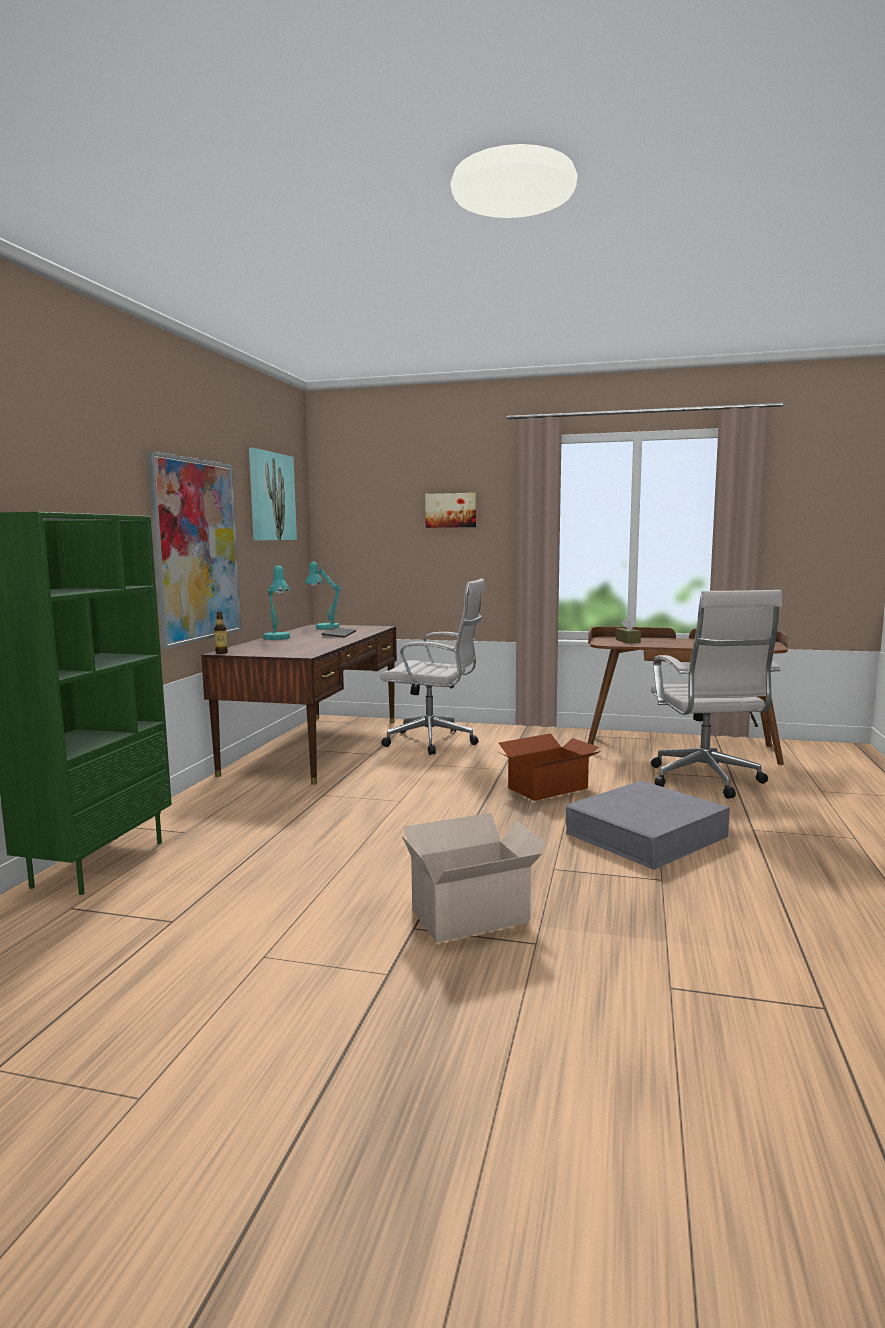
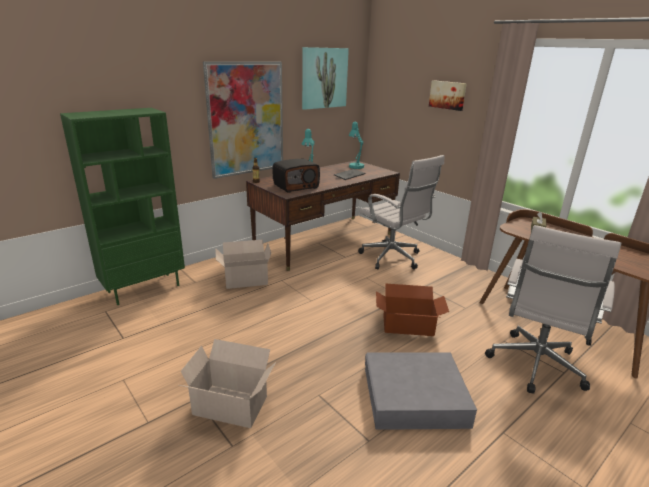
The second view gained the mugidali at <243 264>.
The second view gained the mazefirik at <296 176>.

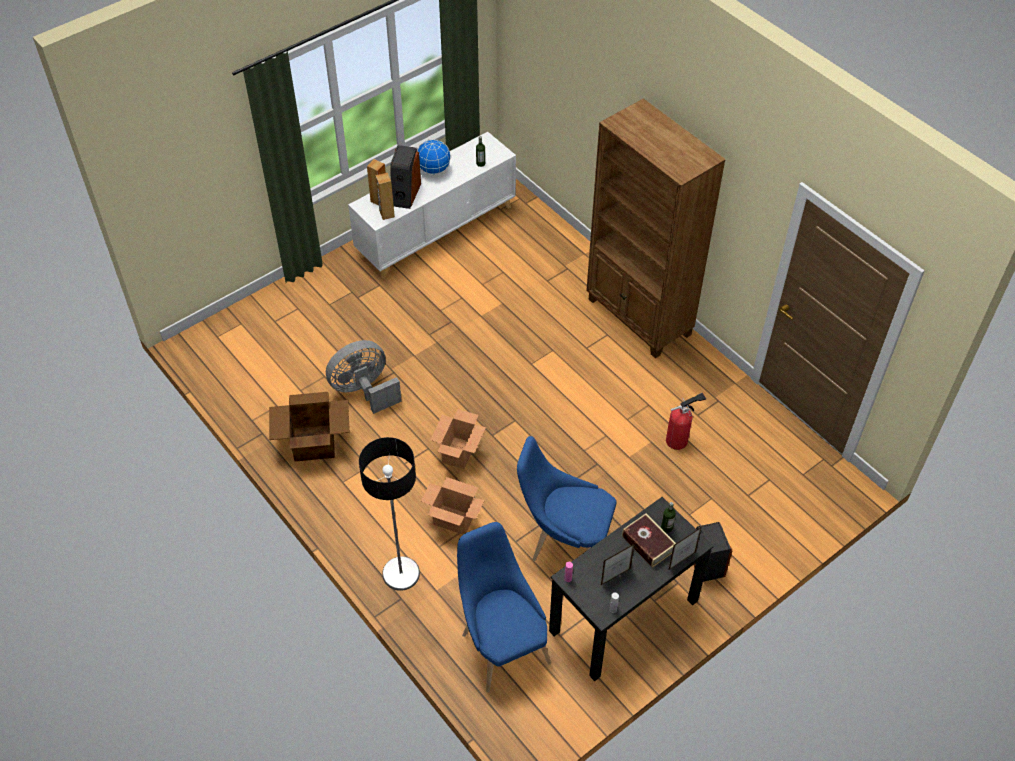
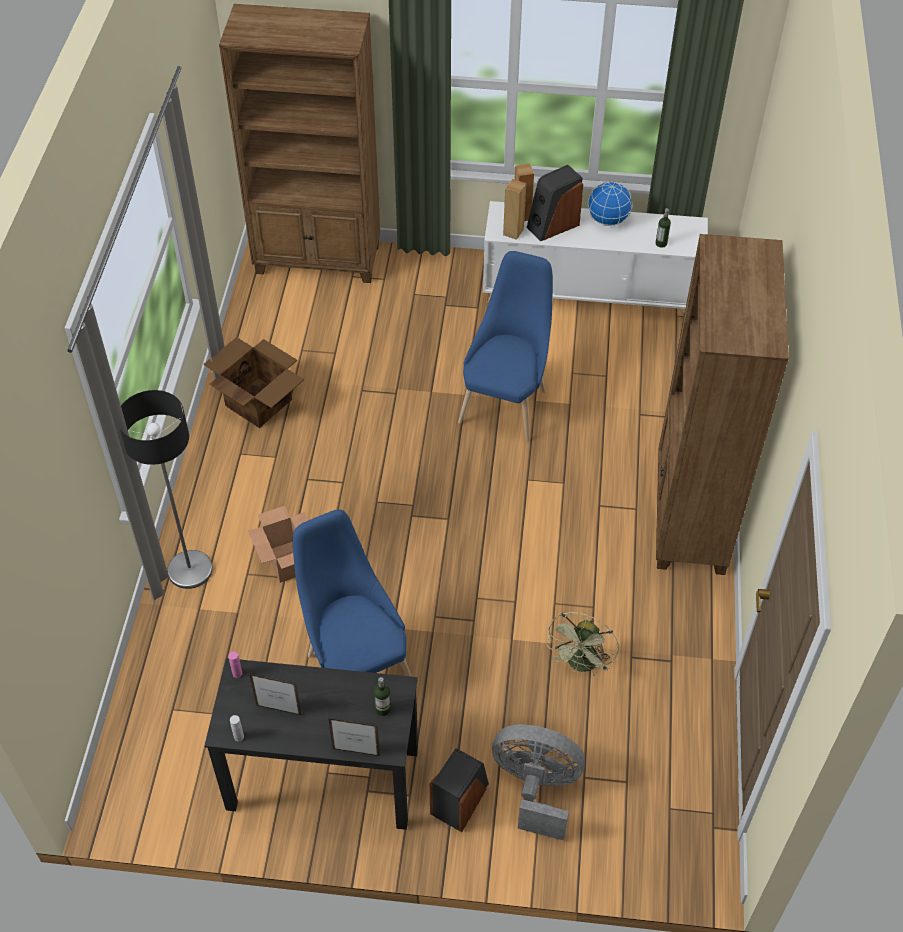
The second view lost the mugidali at <458 439>.
The second view lost the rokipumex at <649 541>.
The second view gained the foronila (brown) at <299 143>.
The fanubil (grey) ended up elsewhere, having gone from <364 377> to <538 783>.
The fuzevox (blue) ended up elsewhere, having gone from <504 607> to <505 346>.
Where the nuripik stood at <686 421>, the fanubil (green) came to stand at <582 643>.

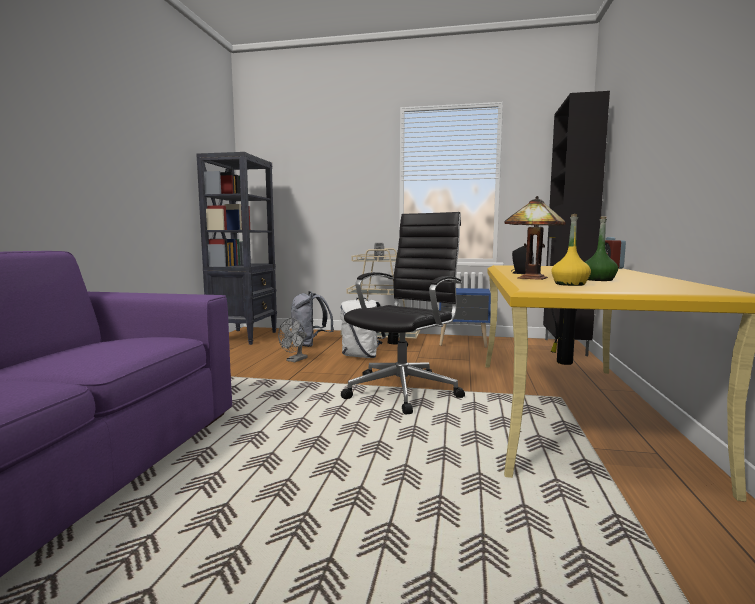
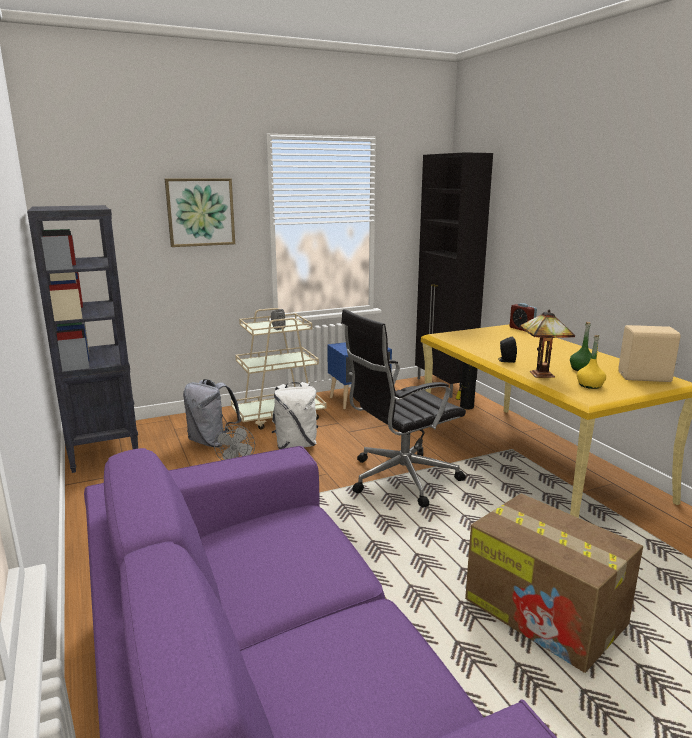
The second view gained the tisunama at <200 212>.
The second view gained the mugidali at <554 583>.
The second view gained the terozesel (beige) at <649 353>.
The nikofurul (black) at <403 313> ended up facing another way, 120 degrees counterclockwise from before.

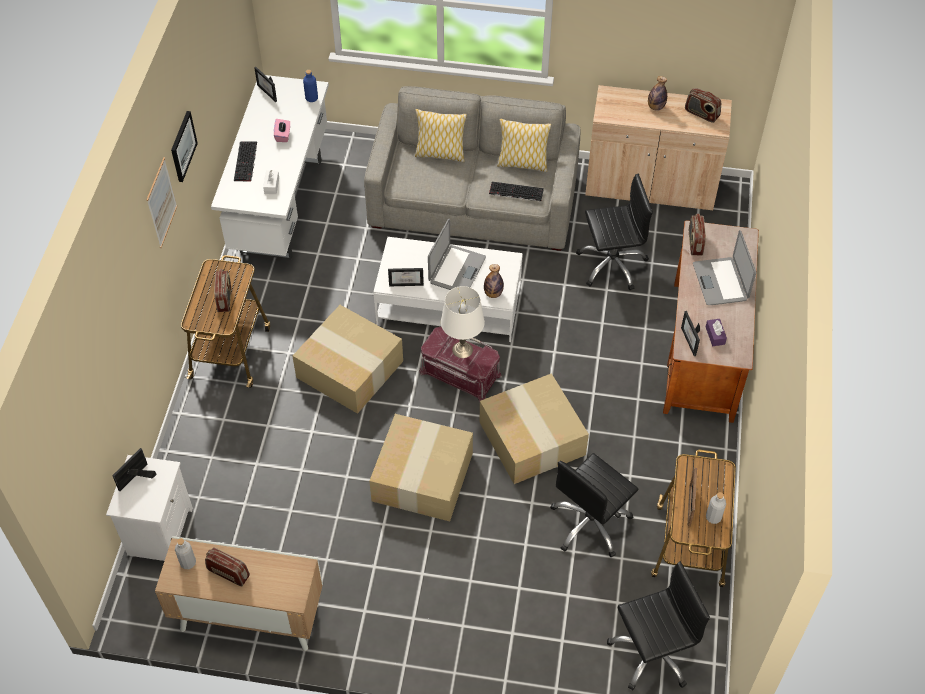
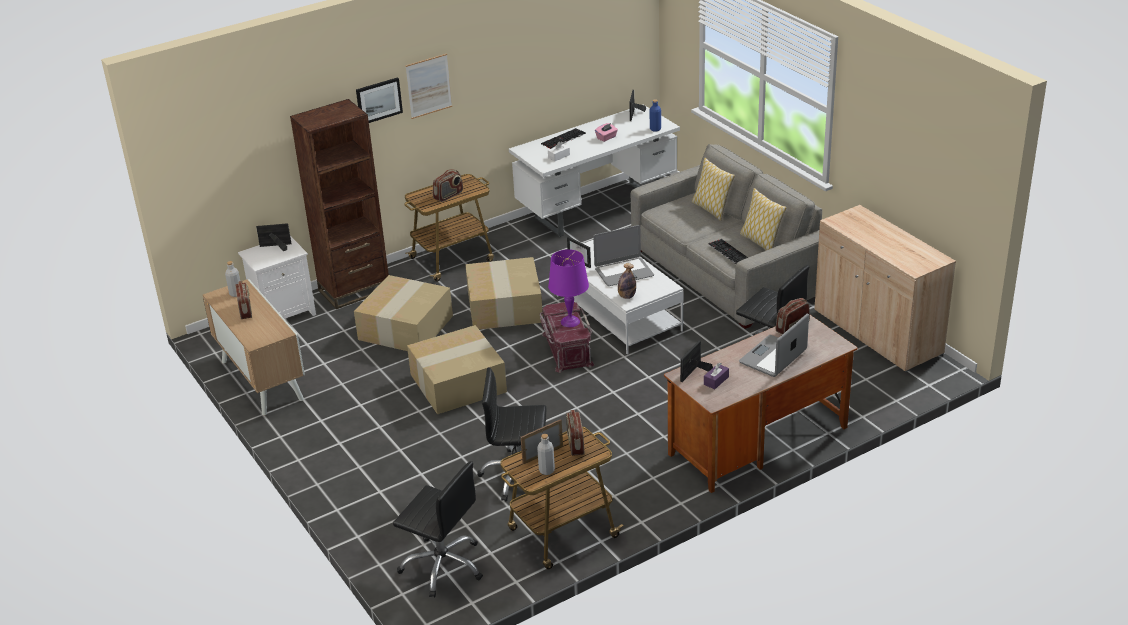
The second view lost the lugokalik at <657 93>.
The second view gained the foronila (brown) at <339 204>.
The tisunama ended up elsewhere, having gone from <184 146> to <379 100>.
The mugidali ended up elsewhere, having gone from <534 428> to <403 313>.
The mazefirik ended up elsewhere, having gone from <703 105> to <575 433>.
What was the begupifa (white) at <463 322> turned into the begupifa (purple) at <568 288>.

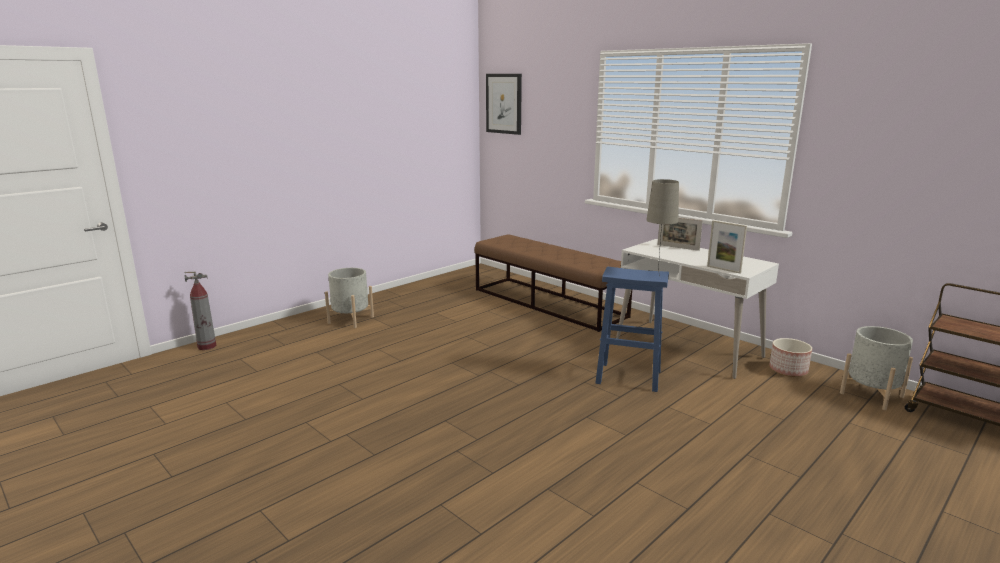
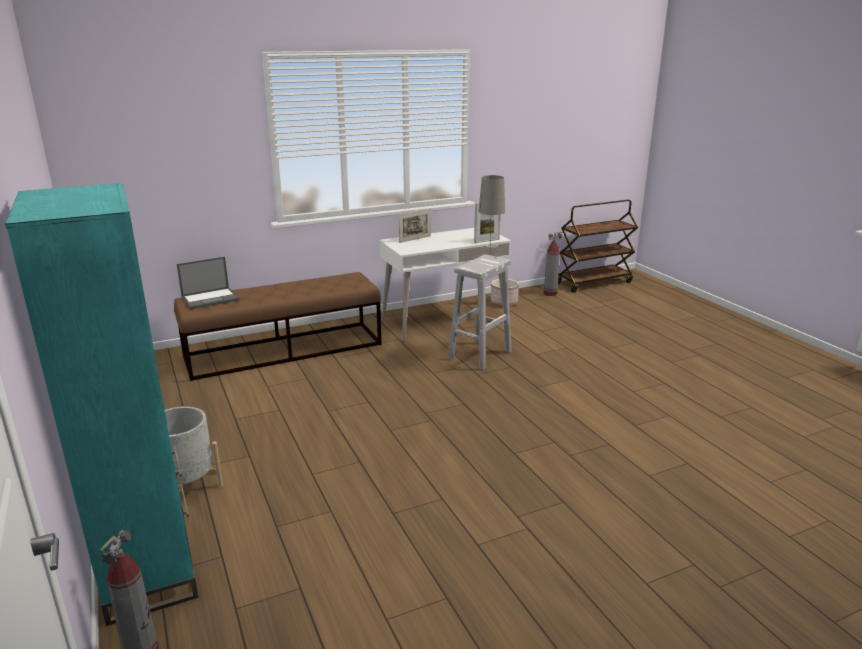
The second view lost the tisunama at <504 104>.
The second view gained the foronila (turquoise) at <101 404>.
The second view gained the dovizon at <208 283>.
Where the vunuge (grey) stood at <876 368>, the nuripik came to stand at <553 264>.
What was the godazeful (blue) at <632 329> turned into the godazeful (white) at <480 312>.

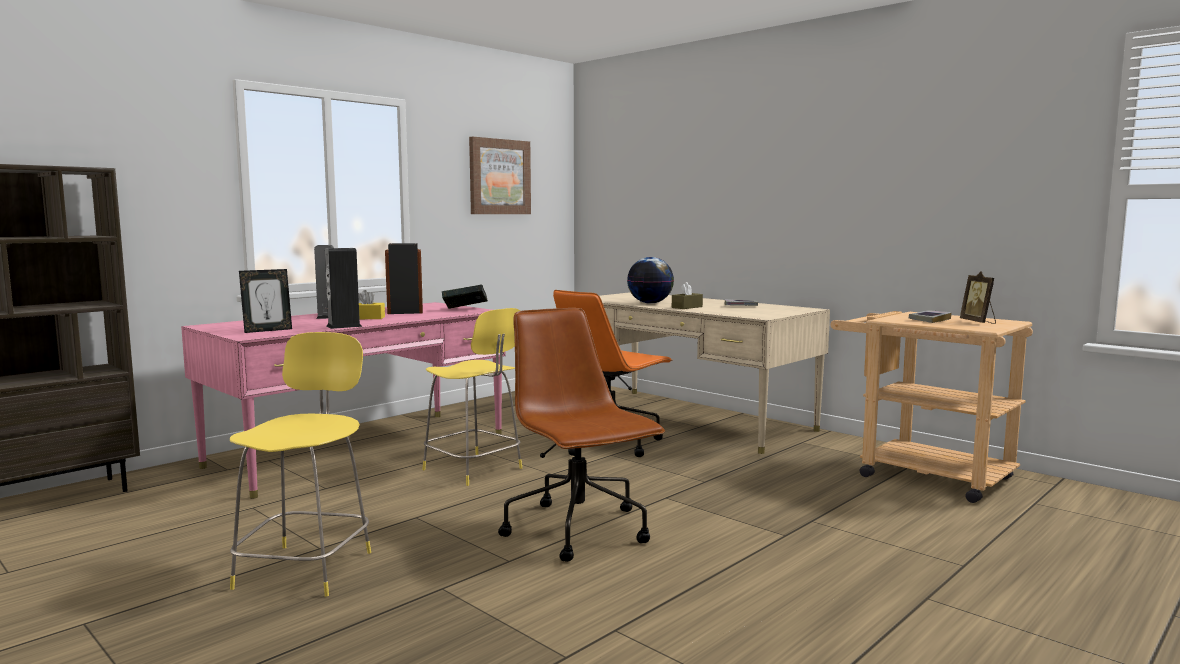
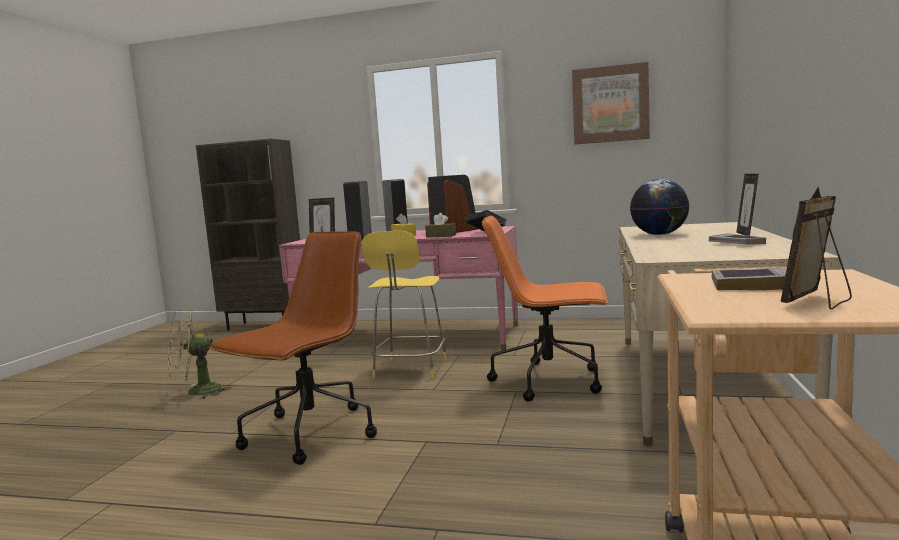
The second view gained the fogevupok at <747 205>.
The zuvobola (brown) ended up elsewhere, having gone from <687 295> to <440 225>.
Where the godazeful (yellow) stood at <300 464>, the fanubil (green) came to stand at <200 355>.

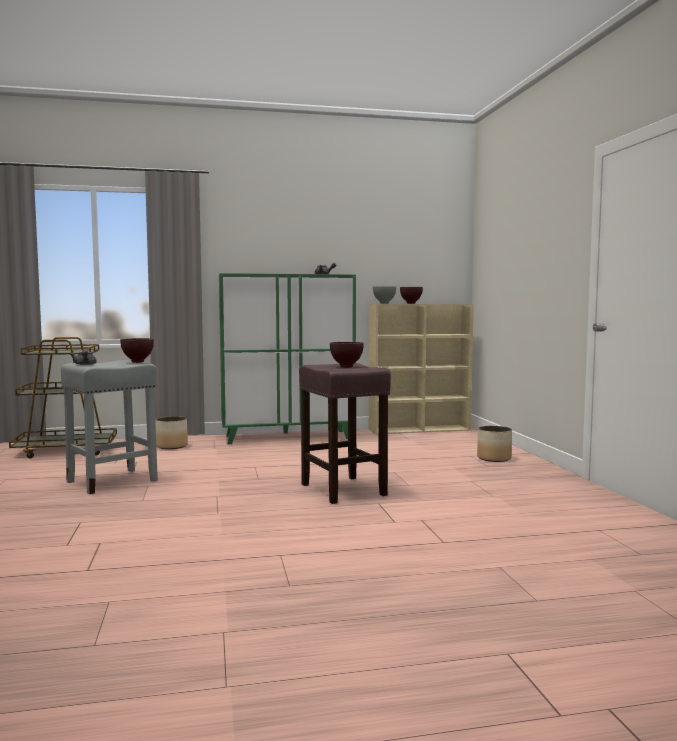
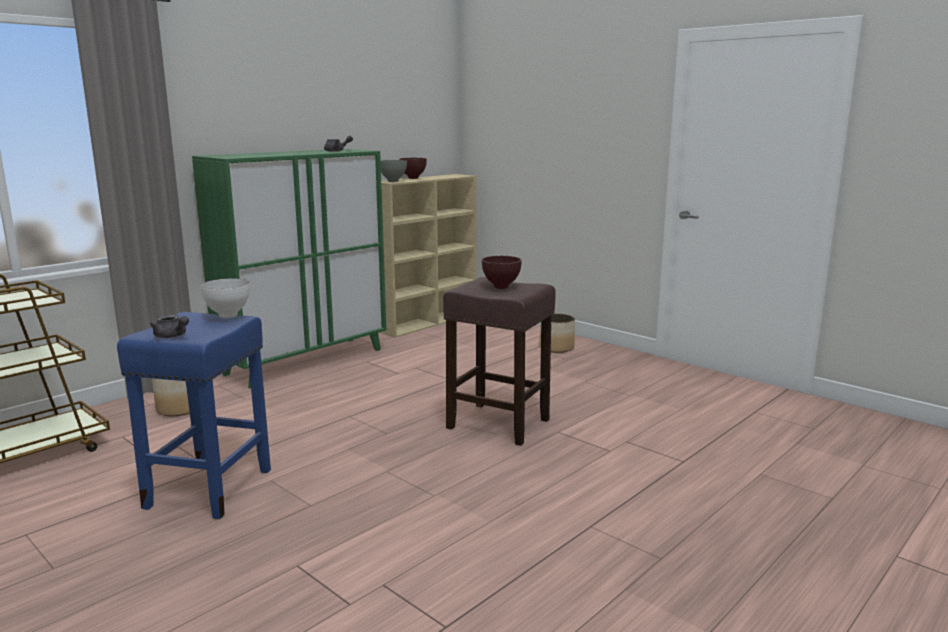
What was the godazeful (grey) at <109 427> turned into the godazeful (blue) at <194 415>.
What was the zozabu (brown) at <137 350> turned into the zozabu (white) at <225 298>.

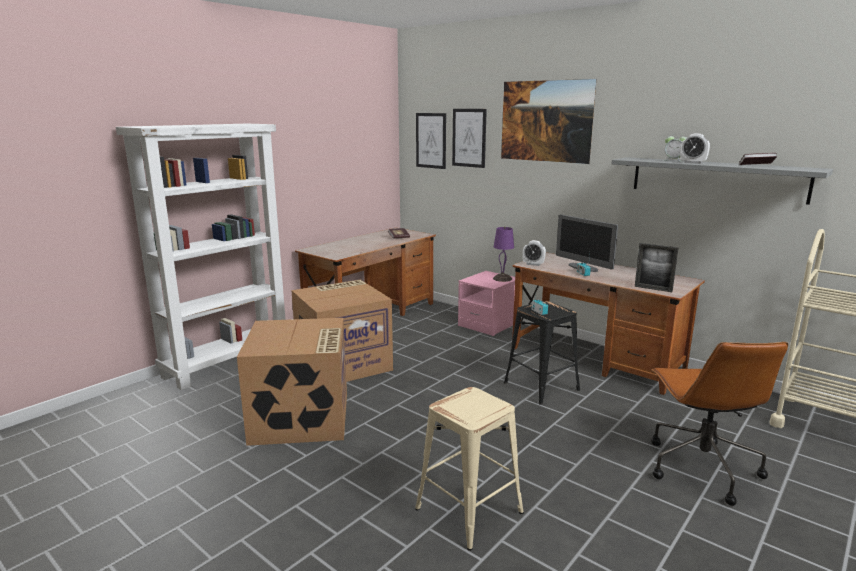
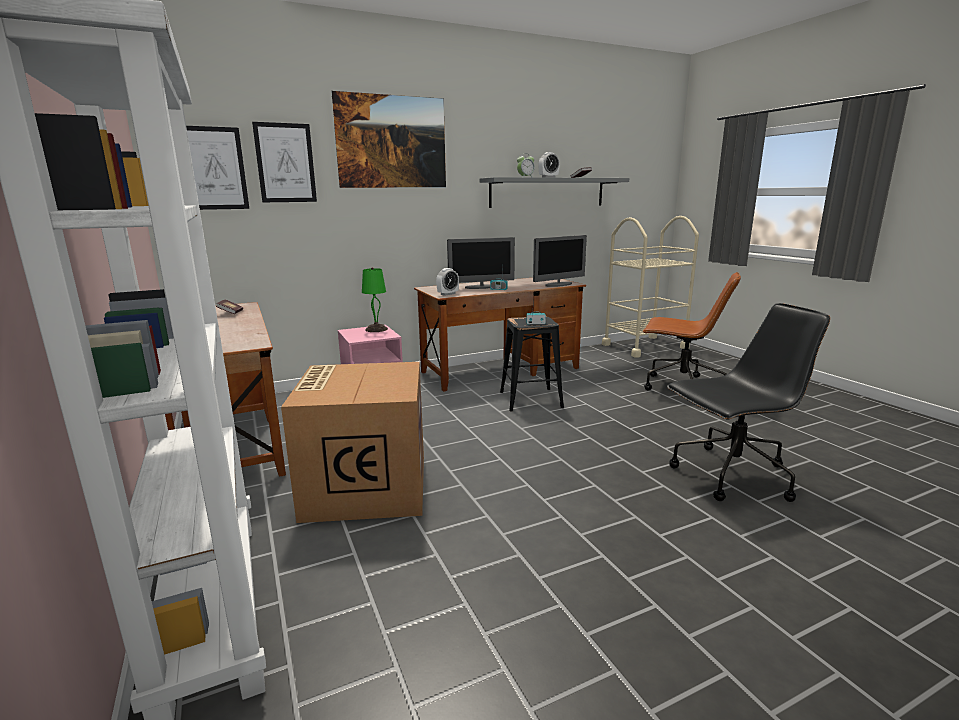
The second view lost the mugidali at <292 382>.
Where the godazeful (beige) stood at <469 469>, the nikofurul (black) came to stand at <748 402>.
Where the fogevupok stood at <656 267>, the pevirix came to stand at <560 261>.
What was the begupifa (purple) at <503 254> turned into the begupifa (green) at <375 299>.

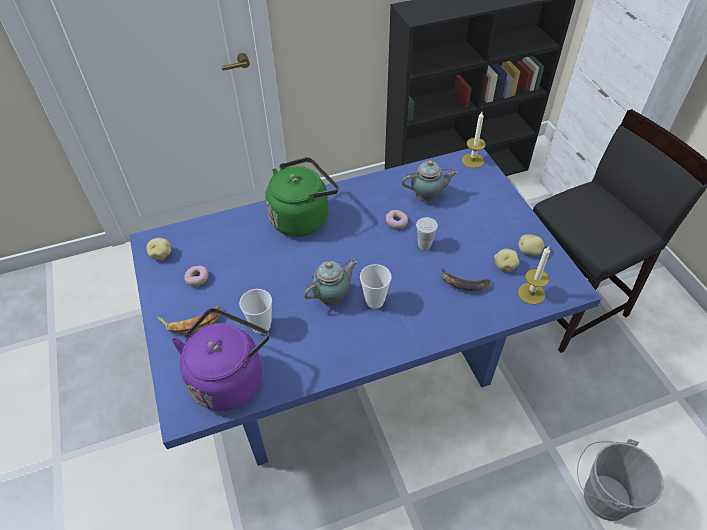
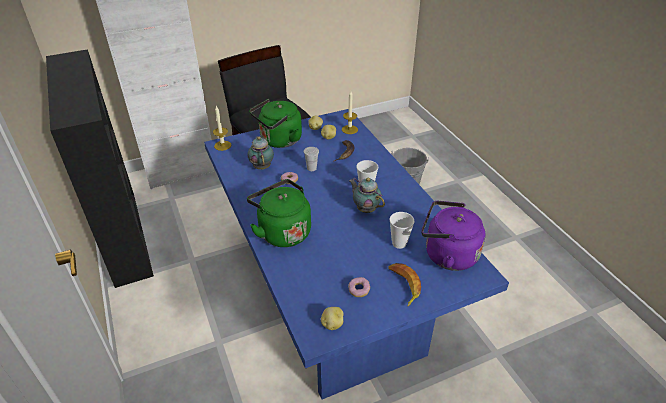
The second view gained the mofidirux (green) at <275 123>.

